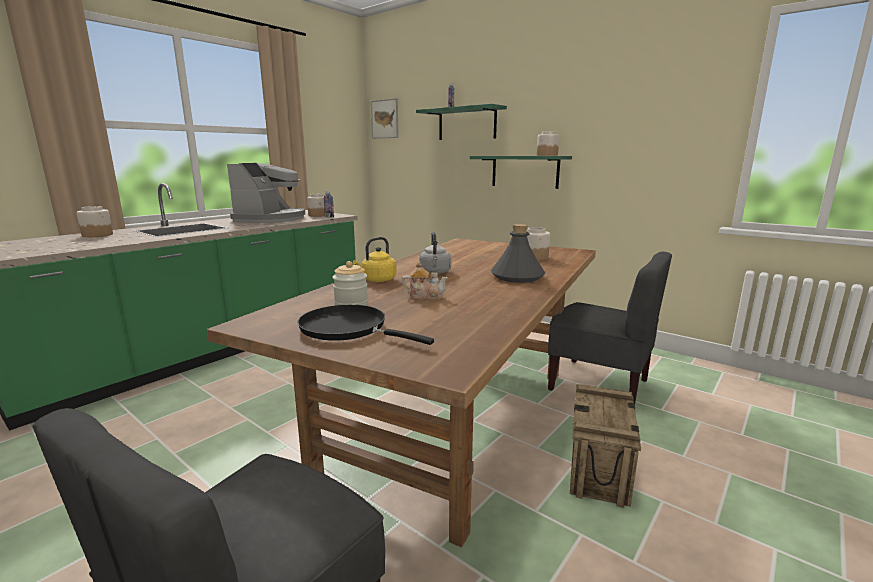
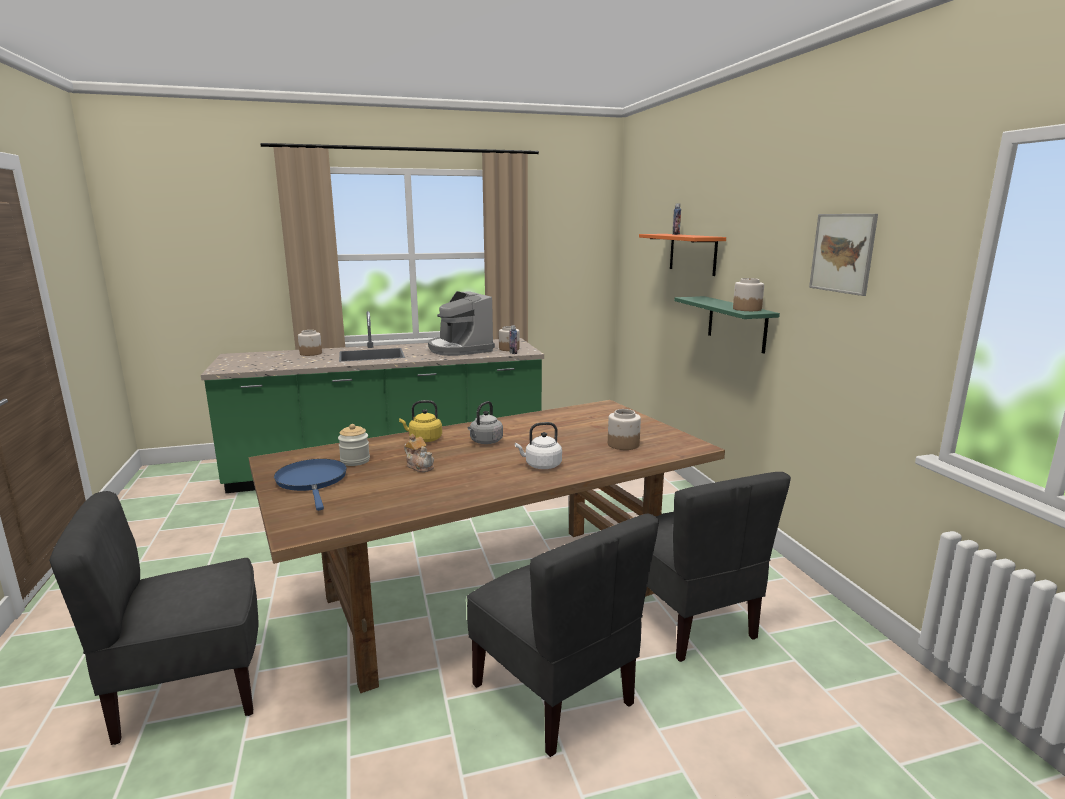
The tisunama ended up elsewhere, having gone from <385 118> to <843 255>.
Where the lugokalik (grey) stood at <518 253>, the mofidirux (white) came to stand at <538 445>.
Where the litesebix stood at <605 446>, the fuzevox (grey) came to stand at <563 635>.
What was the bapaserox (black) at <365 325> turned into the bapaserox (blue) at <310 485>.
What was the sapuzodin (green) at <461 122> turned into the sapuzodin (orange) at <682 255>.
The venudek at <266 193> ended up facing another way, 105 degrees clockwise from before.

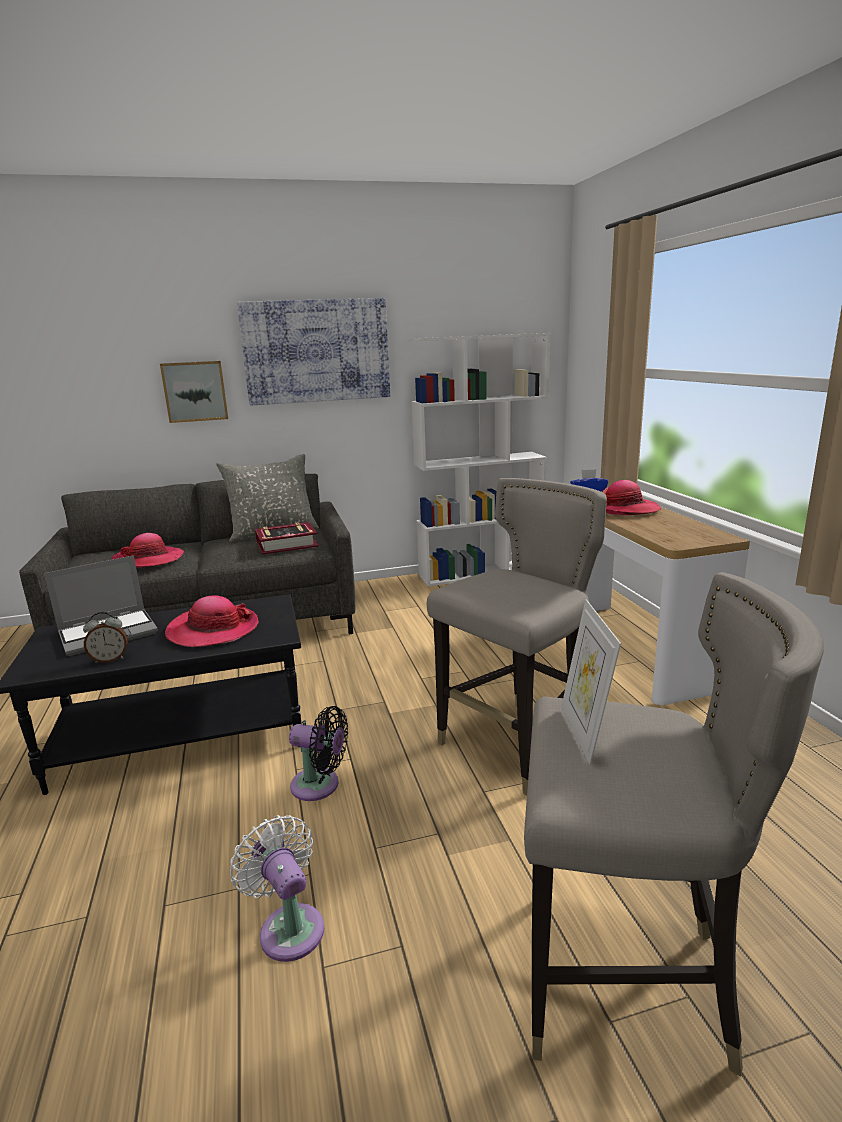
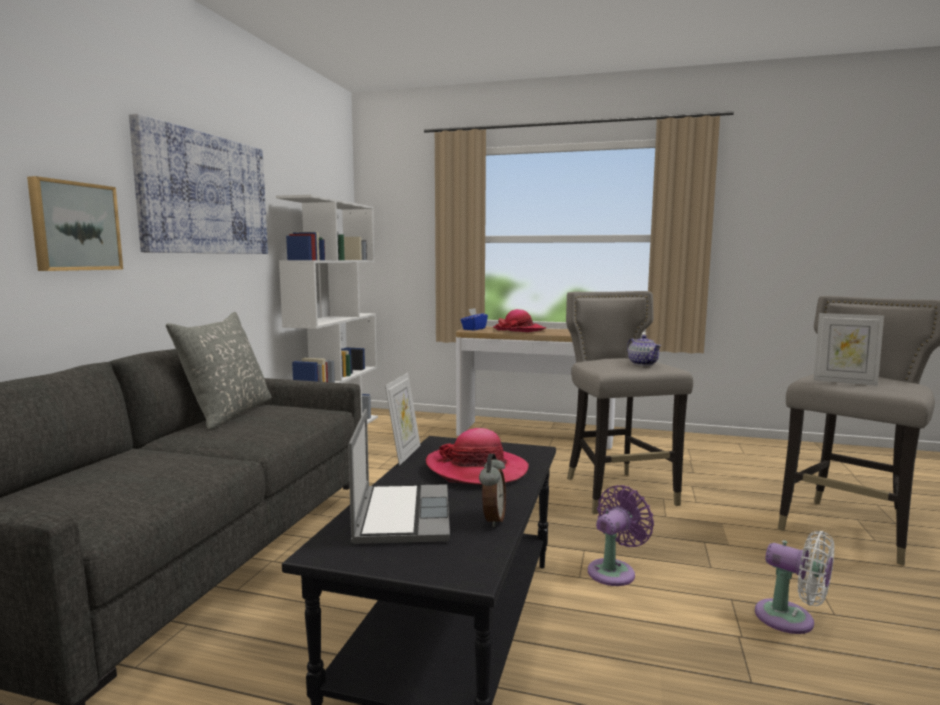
The second view lost the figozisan at <147 550>.
The second view lost the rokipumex at <287 538>.
The second view gained the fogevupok at <402 419>.
The second view gained the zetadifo at <644 350>.
What was the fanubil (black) at <318 753> turned into the fanubil (purple) at <621 535>.
The fanubil (white) at <277 888> ended up facing another way, 135 degrees counterclockwise from before.

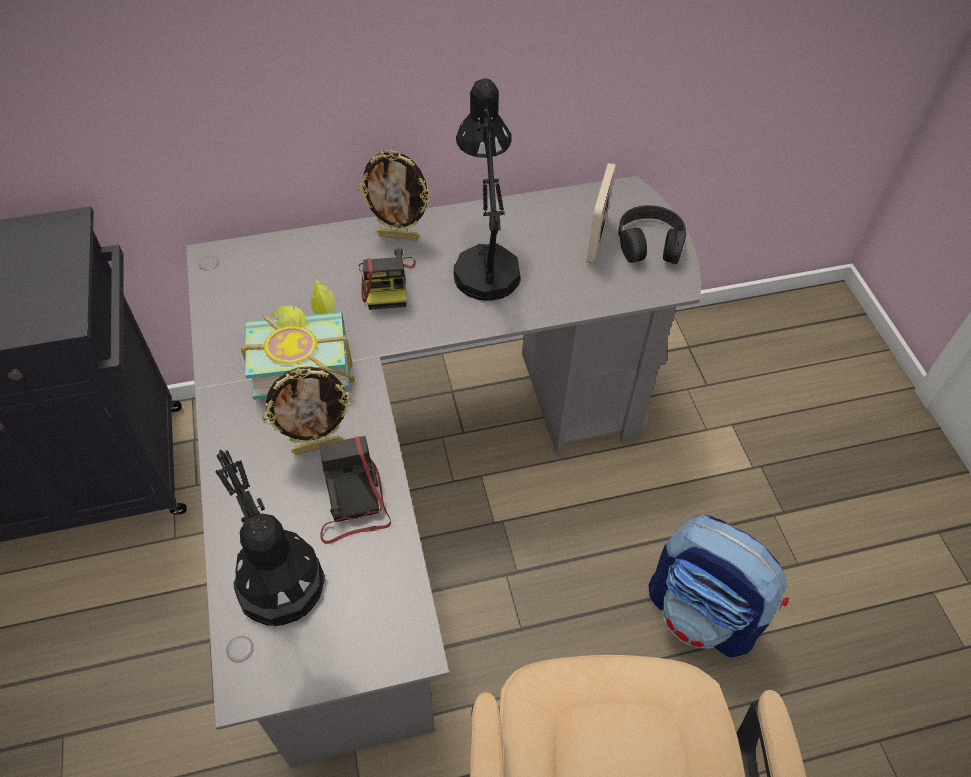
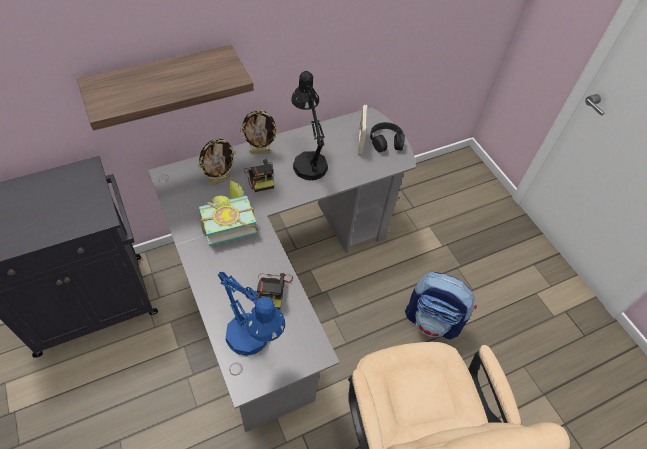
The second view gained the sapuzodin at <165 88>.
The fogevupok ended up elsewhere, having gone from <308 410> to <217 162>.
What was the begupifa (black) at <270 537> turned into the begupifa (blue) at <251 314>.
The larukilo at <355 490> ended up facing another way, 150 degrees counterclockwise from before.

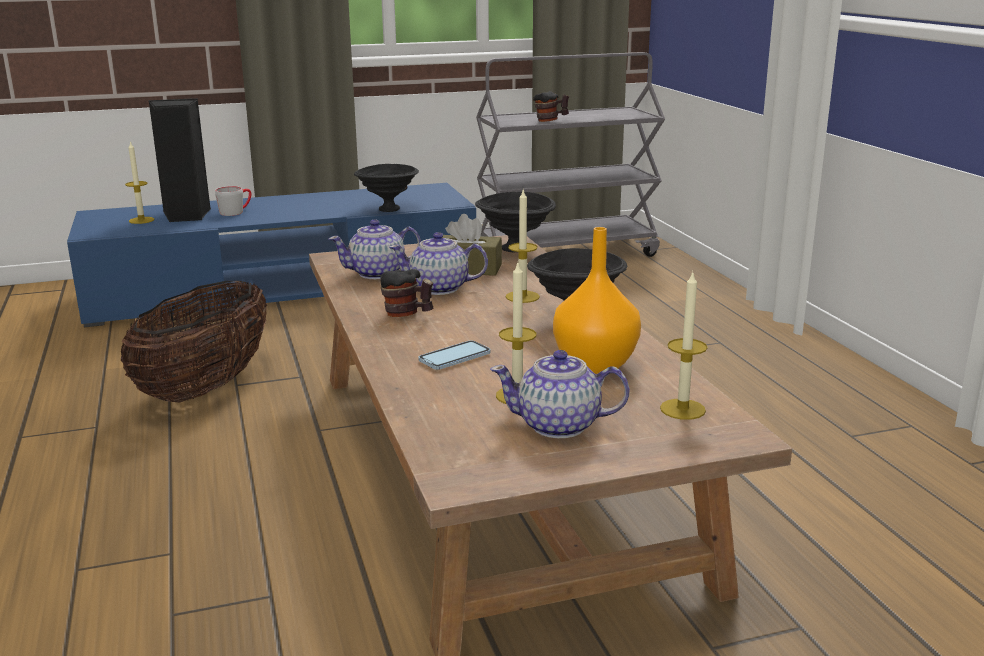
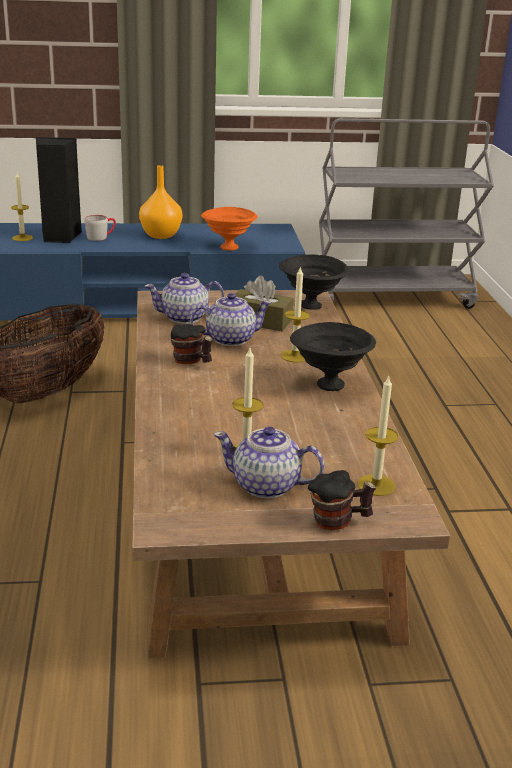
The second view lost the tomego at <454 355>.
The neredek ended up elsewhere, having gone from <551 106> to <342 500>.
The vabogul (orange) ended up elsewhere, having gone from <597 300> to <160 202>.
What was the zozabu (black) at <386 188> turned into the zozabu (orange) at <229 229>.
The zetadifo at <438 263> ended up facing another way, 150 degrees clockwise from before.

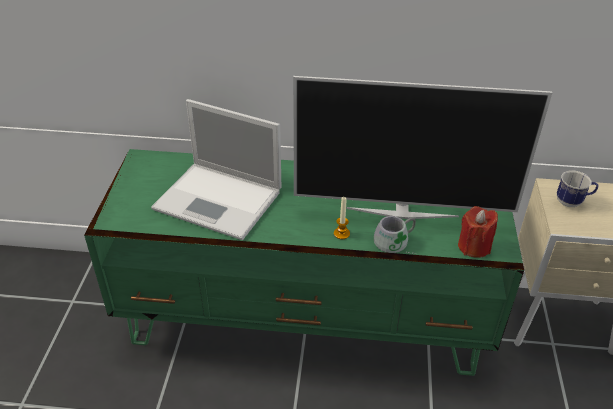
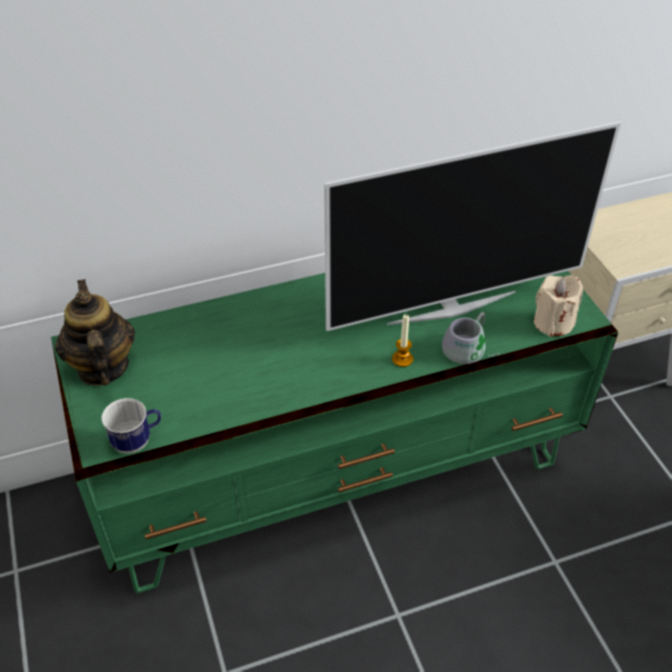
The second view lost the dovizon at <216 169>.
The second view gained the zetadifo at <95 332>.
The neredek ended up elsewhere, having gone from <577 188> to <131 426>.
What was the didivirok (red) at <478 232> turned into the didivirok (beige) at <558 306>.

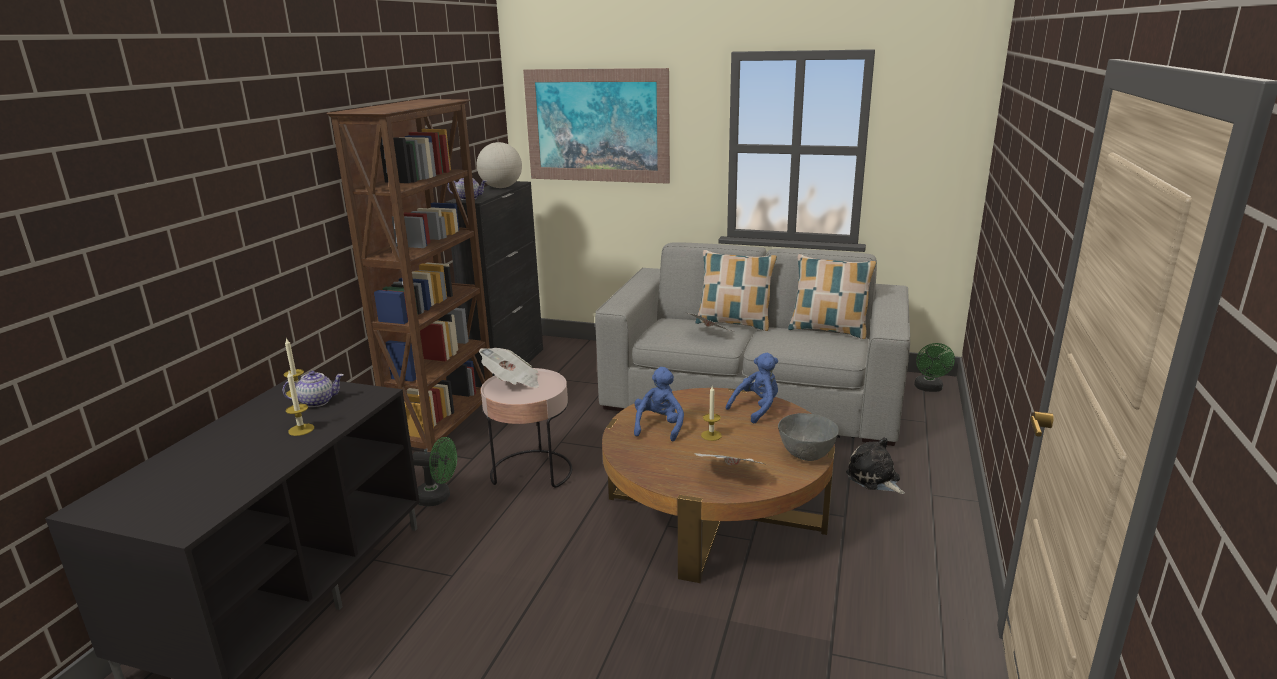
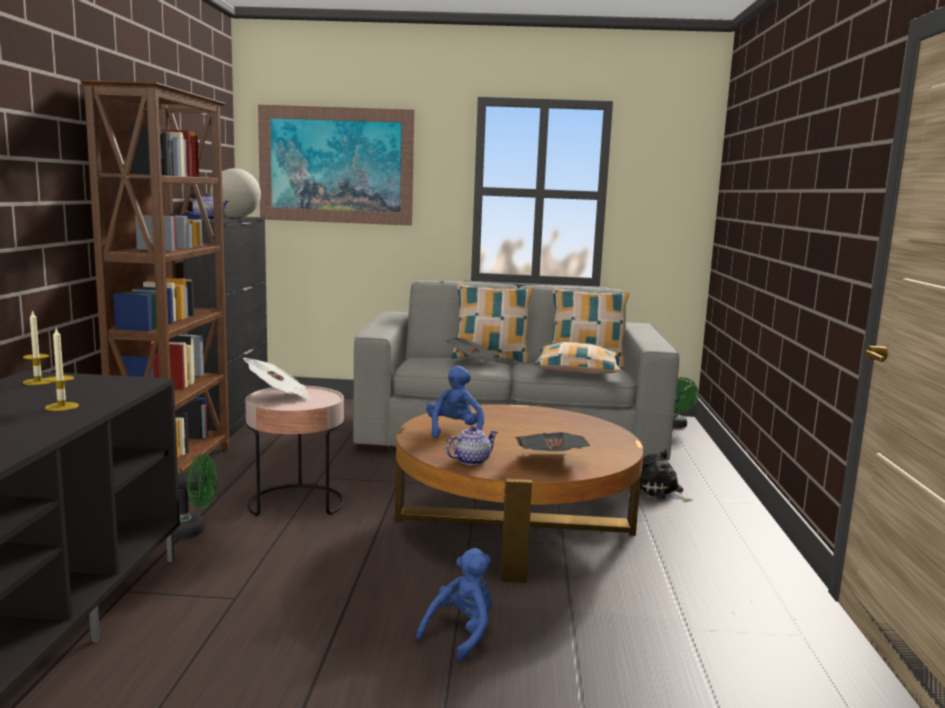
The second view lost the didivirok at <711 413>.
The second view lost the zozabu (grey) at <808 437>.
The second view gained the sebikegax at <576 358>.
The zetadifo ended up elsewhere, having gone from <313 389> to <472 445>.
The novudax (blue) ended up elsewhere, having gone from <752 388> to <453 604>.

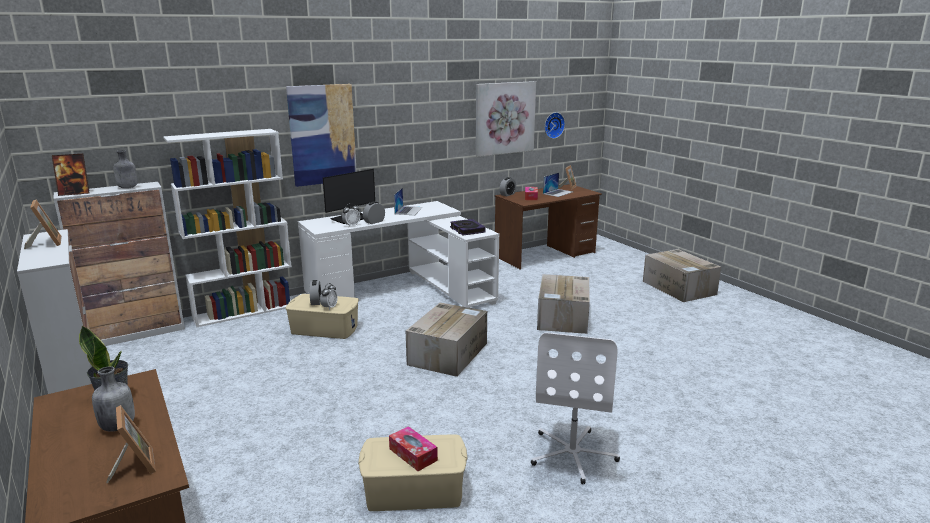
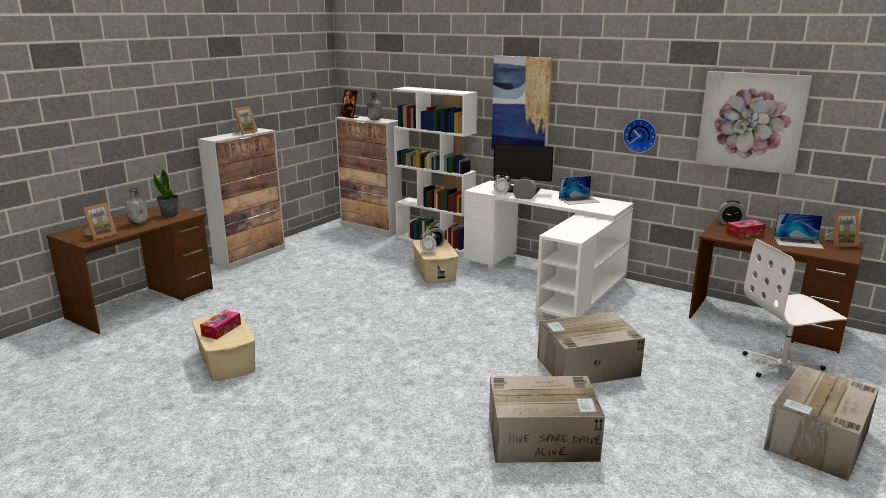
The second view lost the rokipumex at <467 227>.
The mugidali ended up elsewhere, having gone from <446 340> to <547 419>.
The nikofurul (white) ended up elsewhere, having gone from <575 408> to <795 308>.
The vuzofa ended up elsewhere, having gone from <554 125> to <639 136>.

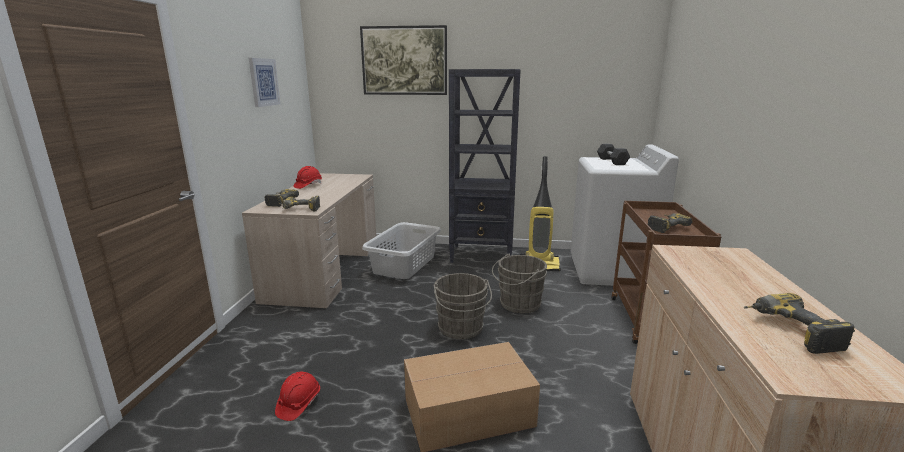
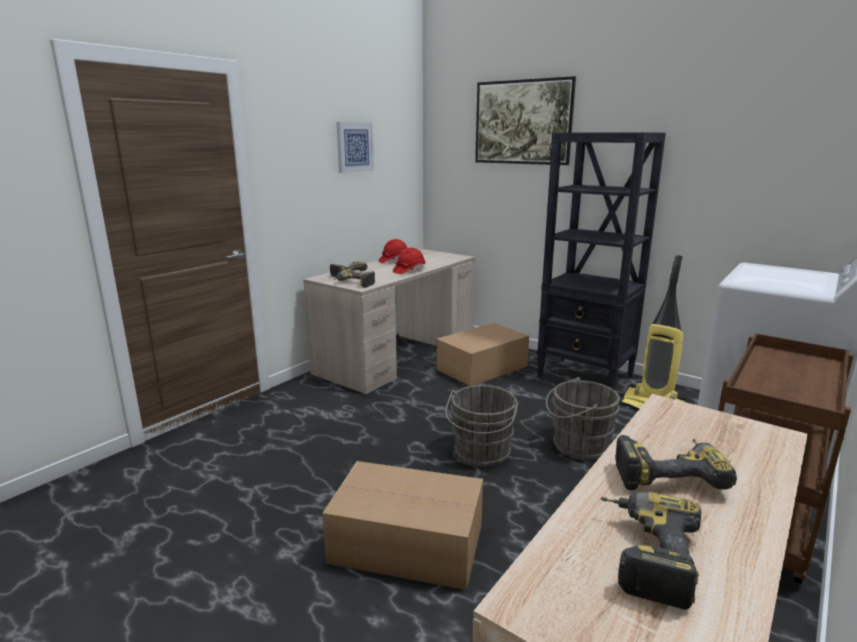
The second view lost the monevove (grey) at <613 154>.
The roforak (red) ended up elsewhere, having gone from <297 396> to <409 261>.
The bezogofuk ended up elsewhere, having gone from <670 223> to <676 462>.
Where the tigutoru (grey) stood at <401 250>, the mugidali came to stand at <482 354>.

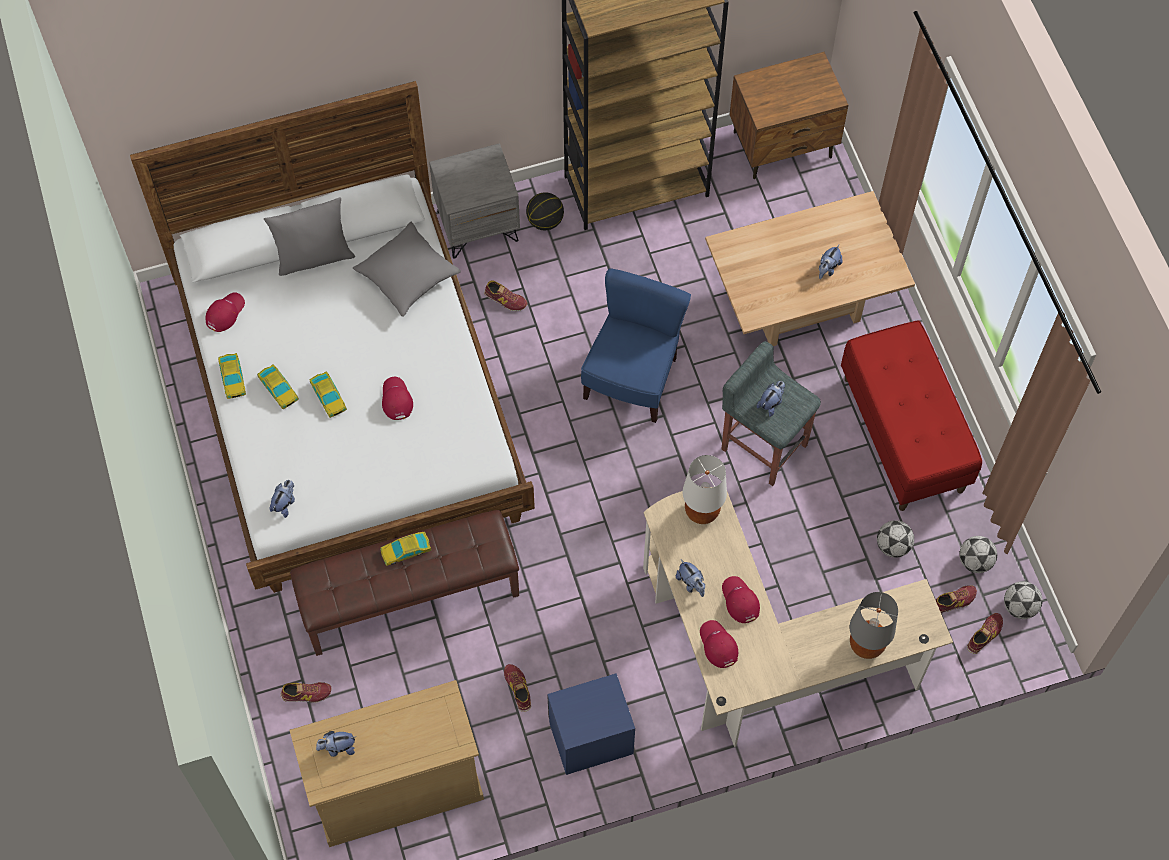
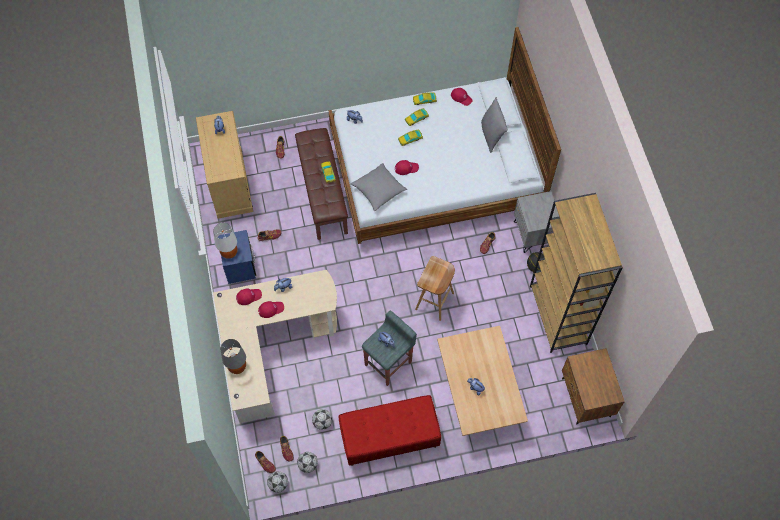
The sebikegax (grey) ended up elsewhere, having gone from <407 269> to <378 187>.
The begupifa (white) ended up elsewhere, having gone from <704 489> to <225 241>.
Where the fuzevox (blue) stood at <636 345>, the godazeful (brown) came to stand at <435 288>.

